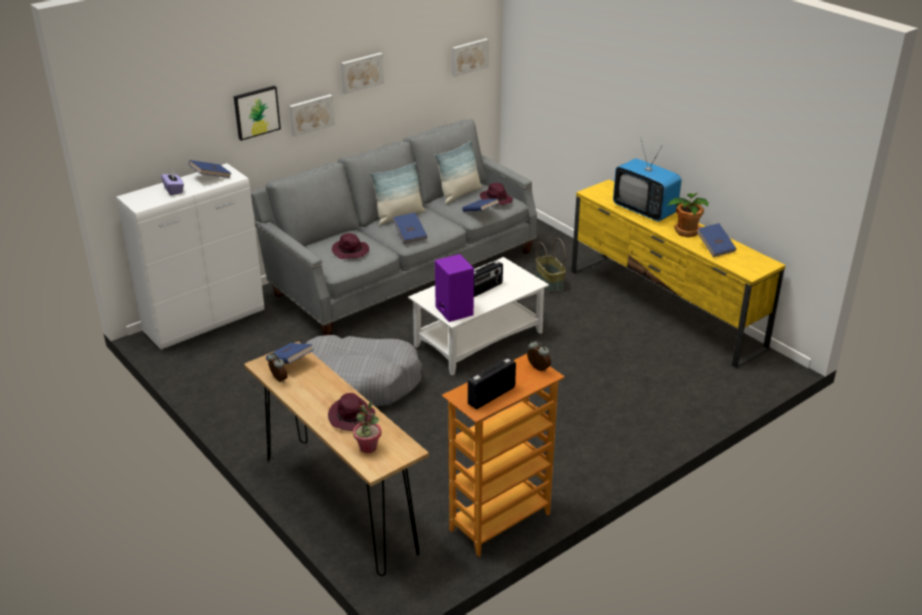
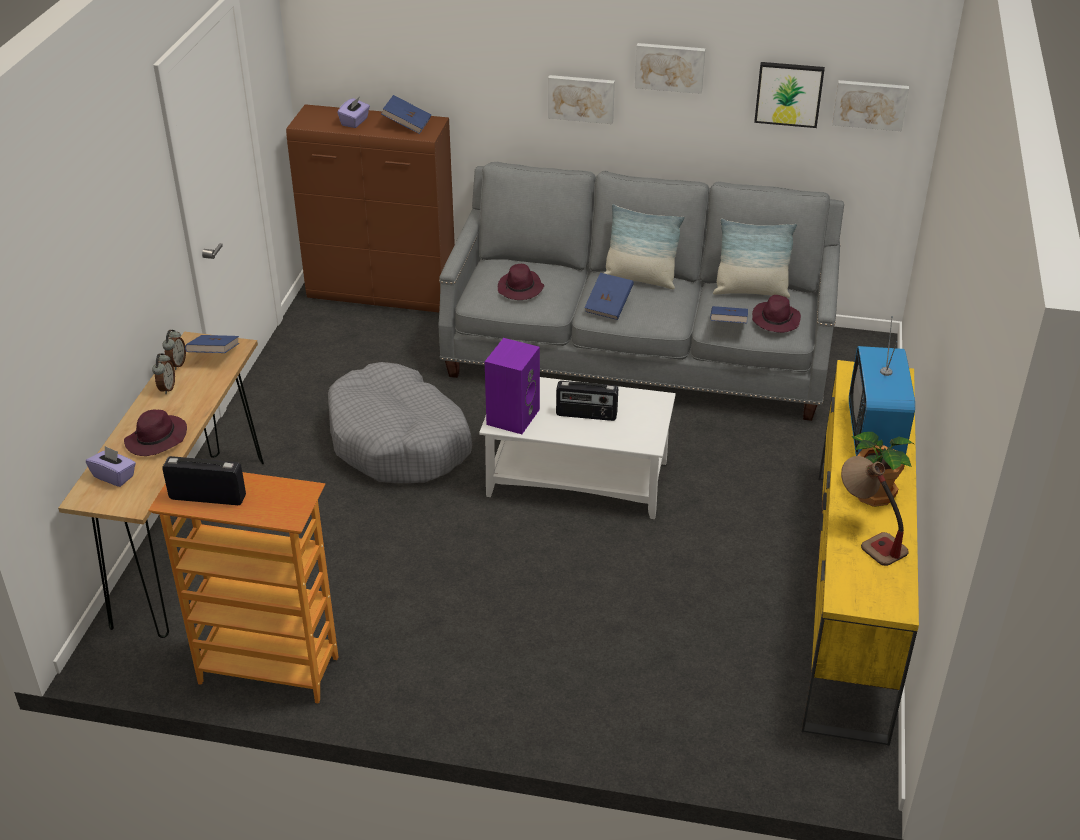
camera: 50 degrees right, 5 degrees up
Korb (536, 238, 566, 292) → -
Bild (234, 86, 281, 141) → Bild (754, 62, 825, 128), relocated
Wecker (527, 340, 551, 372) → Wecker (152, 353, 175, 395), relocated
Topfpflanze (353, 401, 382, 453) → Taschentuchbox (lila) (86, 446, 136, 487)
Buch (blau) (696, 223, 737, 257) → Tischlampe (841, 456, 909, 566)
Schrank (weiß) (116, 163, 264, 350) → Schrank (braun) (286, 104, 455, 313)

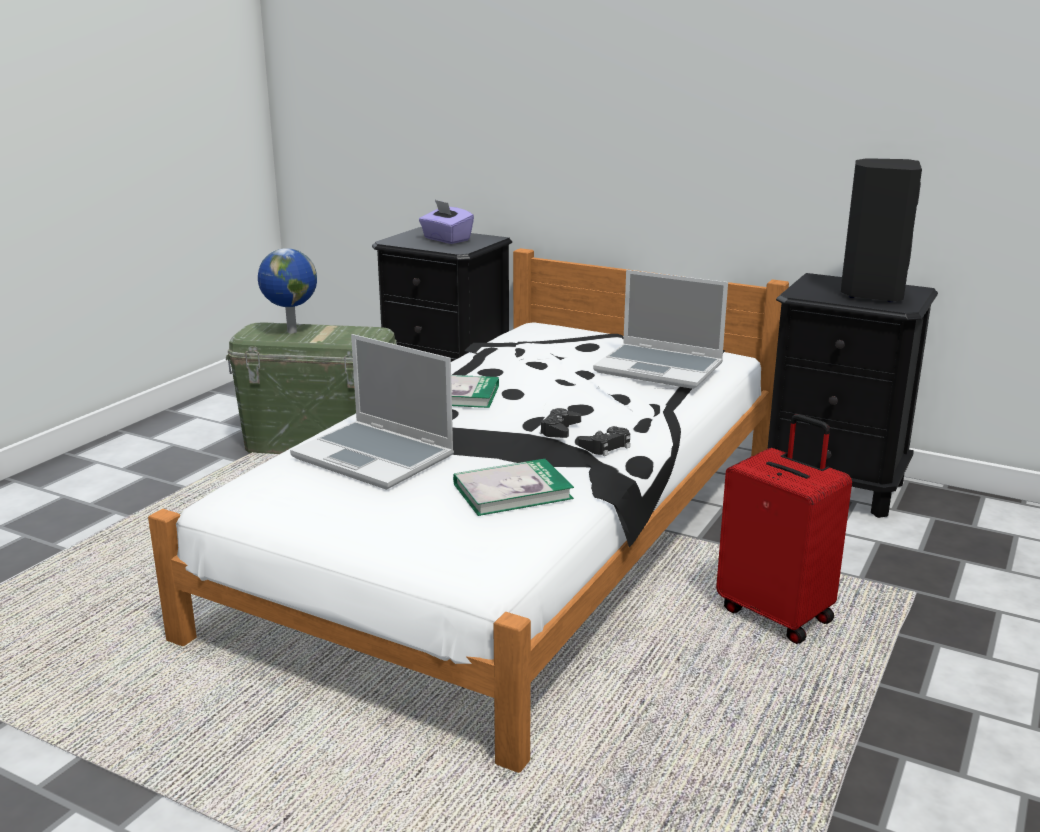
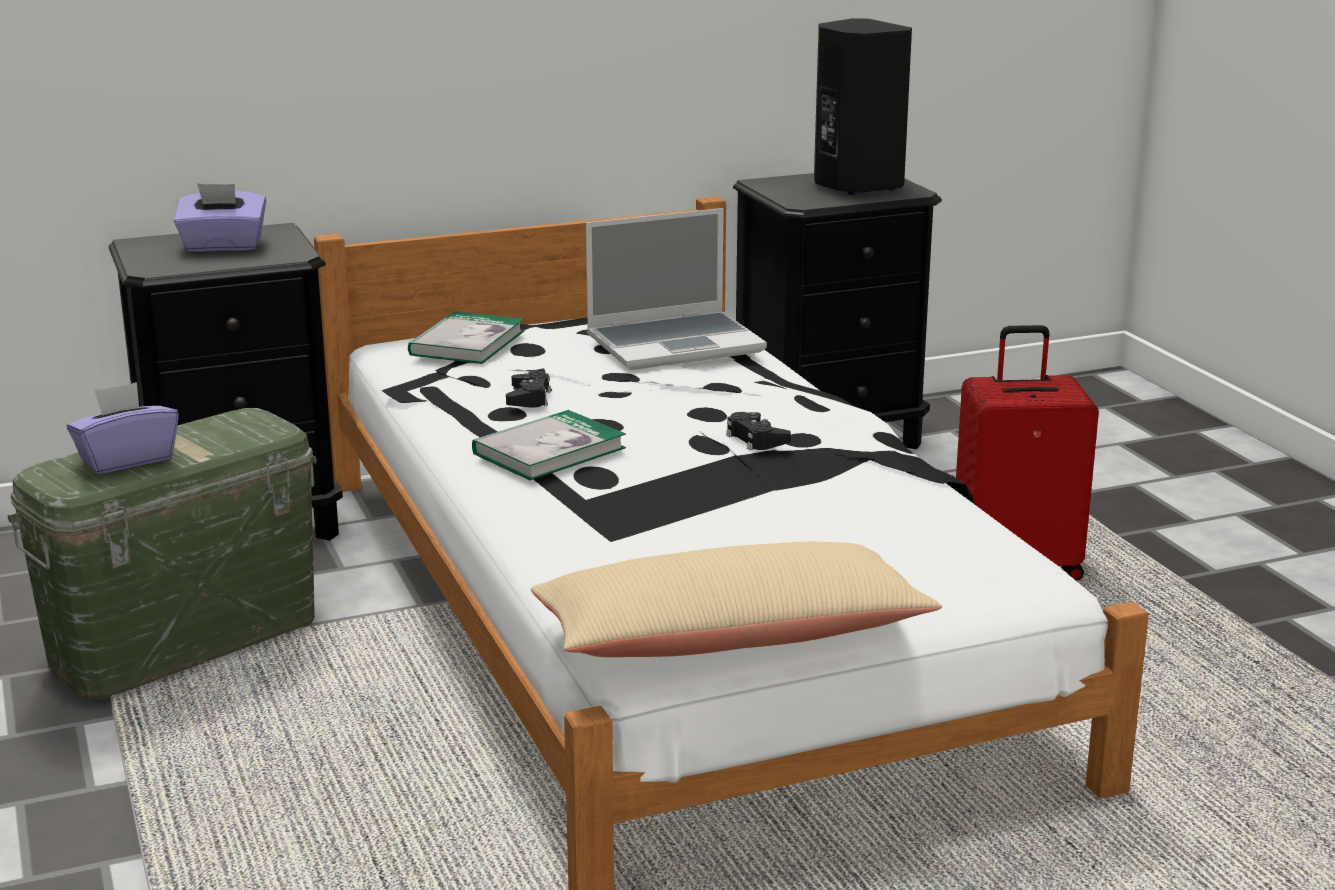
camera: 50 degrees left, 0 degrees up
Laptop (290, 334, 454, 490) → -
- → Kissen (beige) (531, 541, 942, 657)
Buch (453, 459, 574, 516) → Buch (408, 311, 524, 364), relocated
Gamepad (schwarz) (578, 426, 630, 456) → Gamepad (schwarz) (506, 371, 551, 408), relocated
Globus (258, 248, 317, 333) → Taschentuchbox (lila) (67, 382, 179, 474)

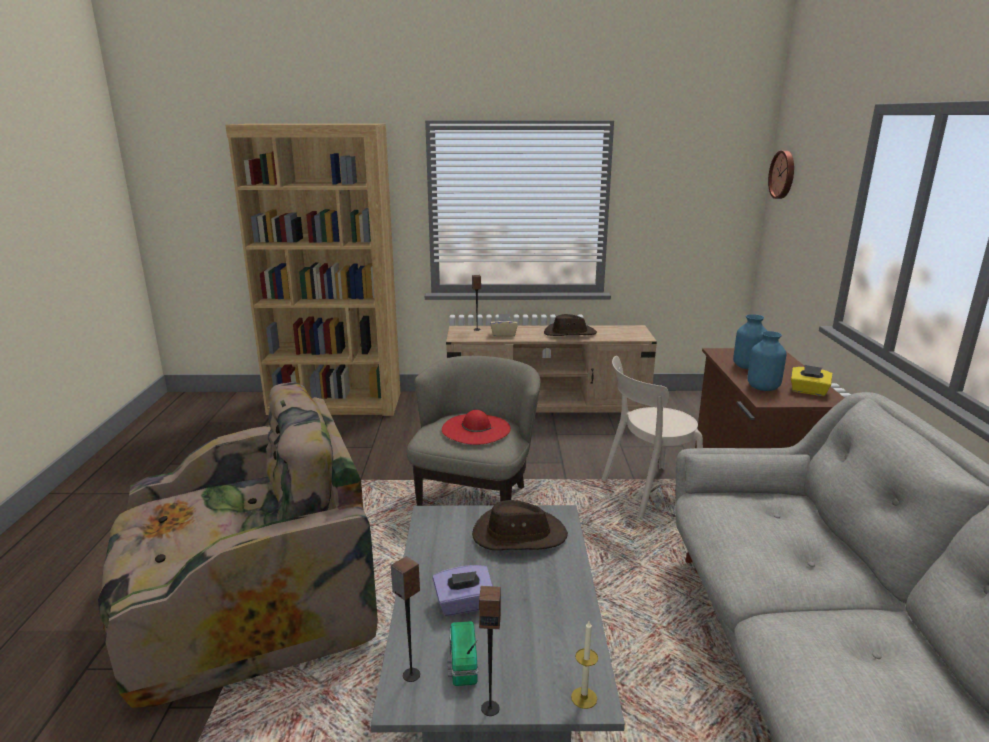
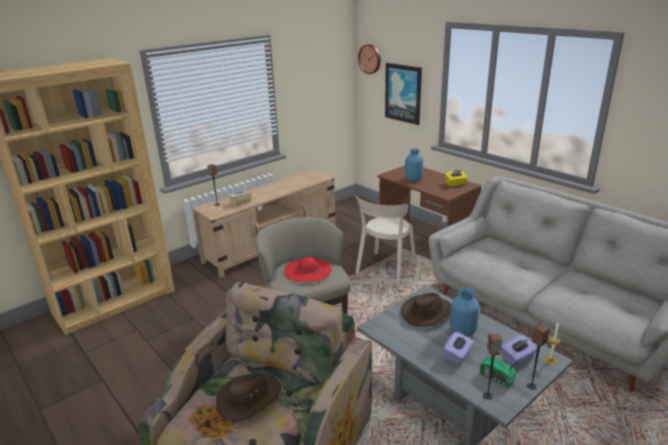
camera: 40 degrees left, 5 degrees up
- → Bild (385, 63, 422, 125)
- → Taschentuchbox (lila) (501, 335, 537, 368)
Hut (braun) (544, 314, 597, 336) → Hut (braun) (216, 374, 281, 421), relocated
Vase (blau) (747, 331, 786, 391) → Vase (blau) (450, 288, 480, 336), relocated

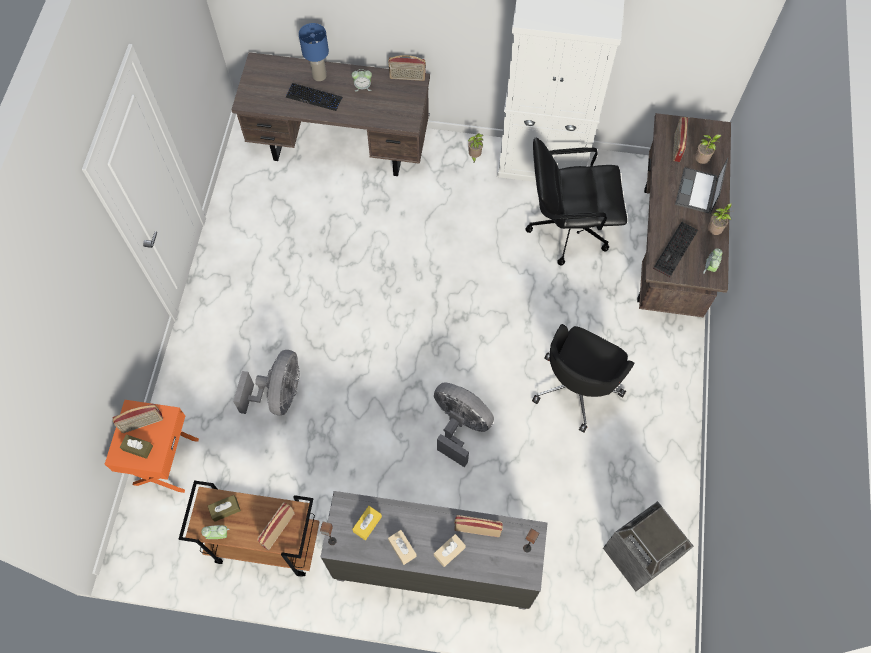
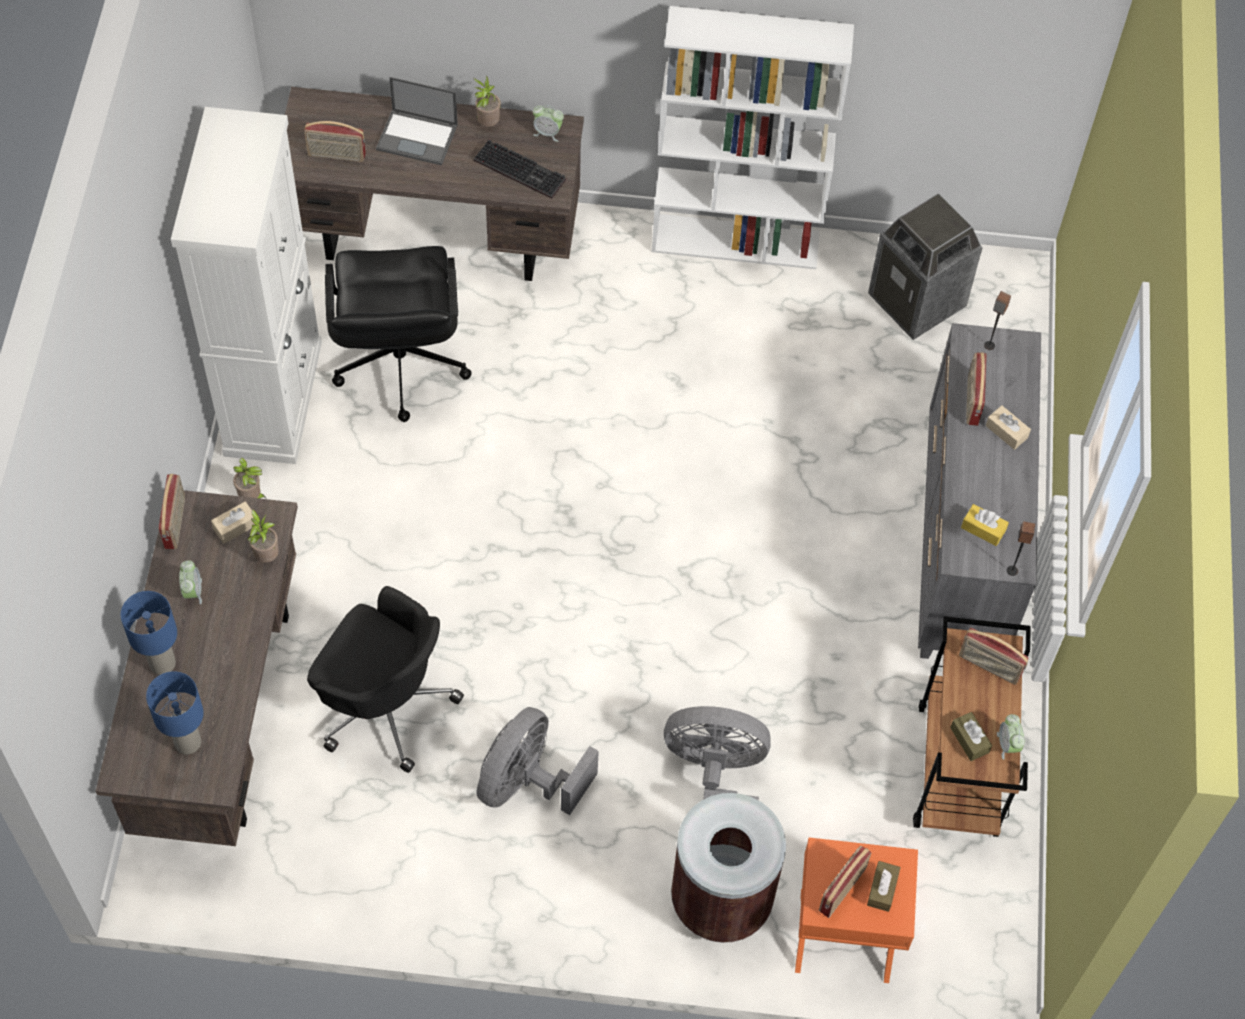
camera: 95 degrees left, 5 degrees down
Tastatur (286, 83, 343, 111) → -
- → Tischlampe (blau) (146, 671, 204, 754)
- → Bücherregal (weiß) (652, 6, 854, 269)
- → Mülleimer (braun) (671, 793, 786, 943)
Taschentuchbox (beige) (388, 530, 417, 565) → Taschentuchbox (beige) (211, 501, 255, 544), relocated
Ventilator (grau) (434, 382, 494, 467) → Ventilator (grau) (477, 707, 599, 815), relocated
Bürostuhl (schwarz) (532, 324, 634, 433) → Bürostuhl (schwarz) (307, 586, 464, 773), relocated
Topfpflanze (695, 134, 722, 164) → Topfpflanze (247, 509, 279, 563), relocated
Radio (112, 404, 163, 433) → Radio (819, 846, 872, 918), 120 degrees counterclockwise

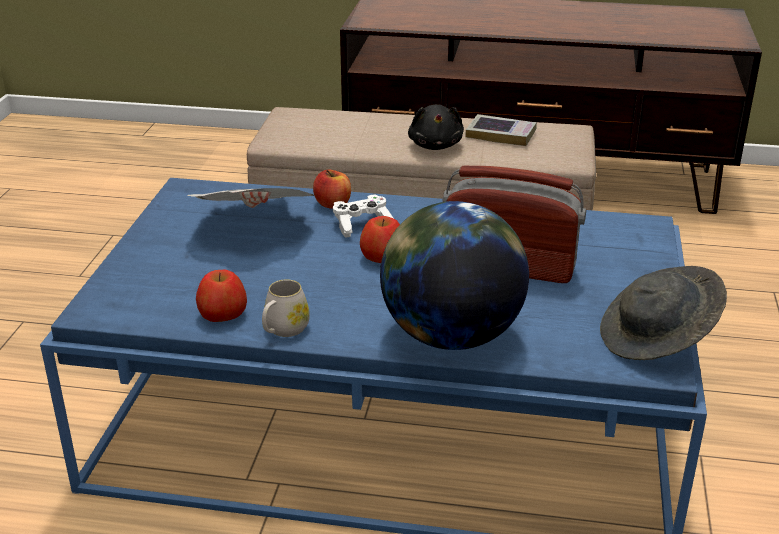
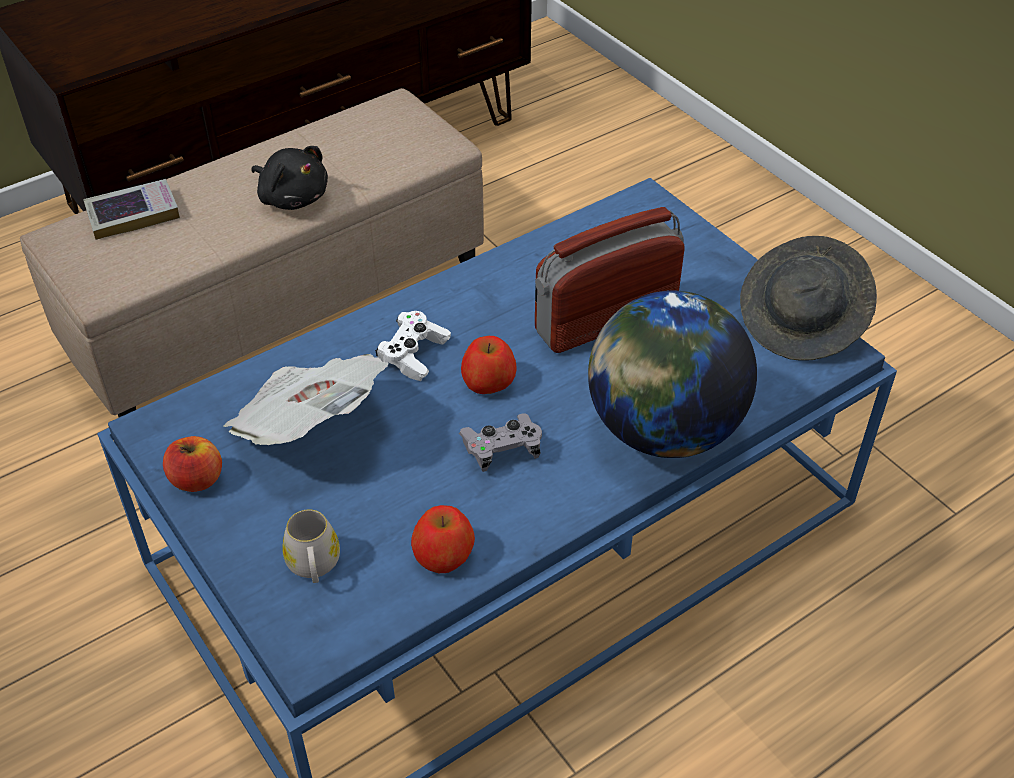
camera: 45 degrees left, 15 degrees up
- → Gamepad (grau) (459, 413, 542, 472)
Henkelbecher (weiß) (262, 279, 310, 337) → Henkelbecher (weiß) (282, 509, 340, 583), relocated
Apfel (313, 170, 351, 209) → Apfel (163, 436, 222, 492), relocated
Buch (466, 114, 537, 146) → Buch (83, 179, 180, 240), relocated

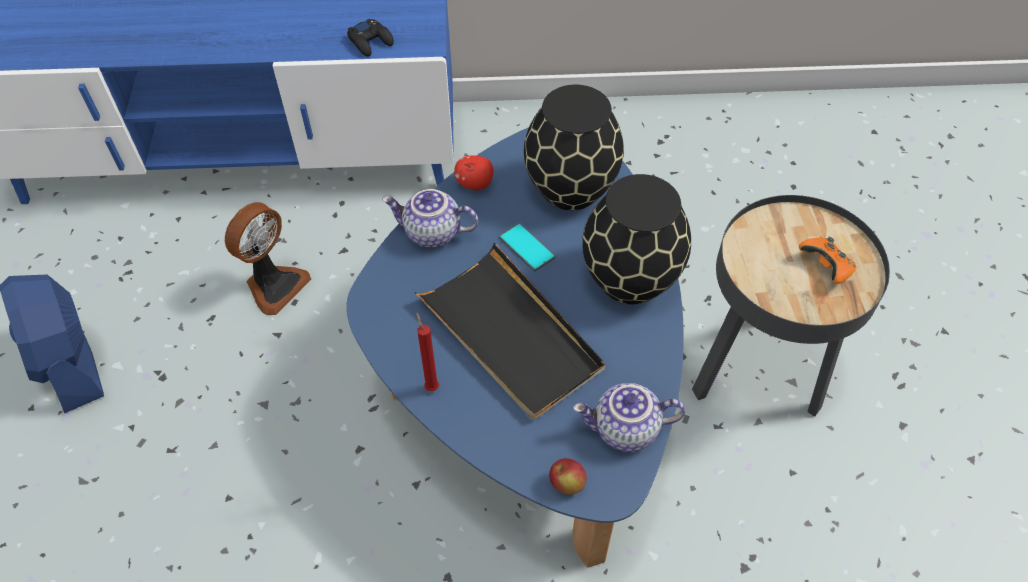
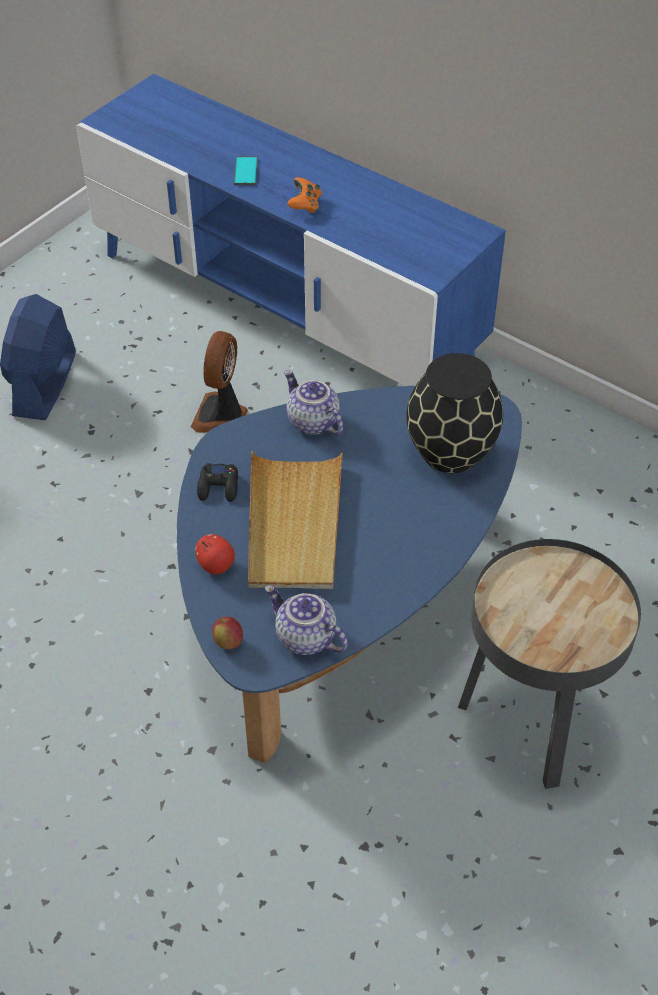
camera: 40 degrees right, 5 degrees down
Kerze (rot) (416, 313, 439, 392) → -
Vase (schwarz) (582, 174, 691, 304) → -
Gamepad (schwarz) (347, 19, 394, 57) → Gamepad (schwarz) (197, 463, 238, 502), relocated
Apfel (454, 156, 494, 190) → Apfel (195, 534, 235, 574), relocated
Handy (499, 223, 555, 271) → Handy (234, 156, 258, 185), relocated
Gamepad (orange) (799, 237, 856, 284) → Gamepad (orange) (287, 177, 322, 214), relocated
Tablett (schwarz) (415, 243, 606, 420) → Tablett (beige) (248, 451, 343, 589)
Ventilator (225, 202, 311, 315) → Ventilator (191, 331, 248, 433), 120 degrees clockwise

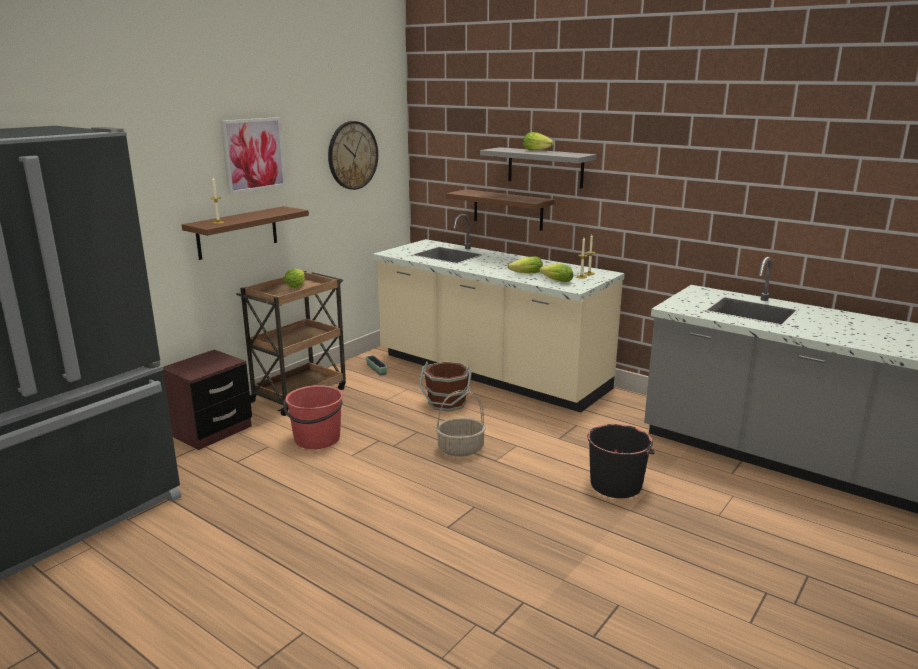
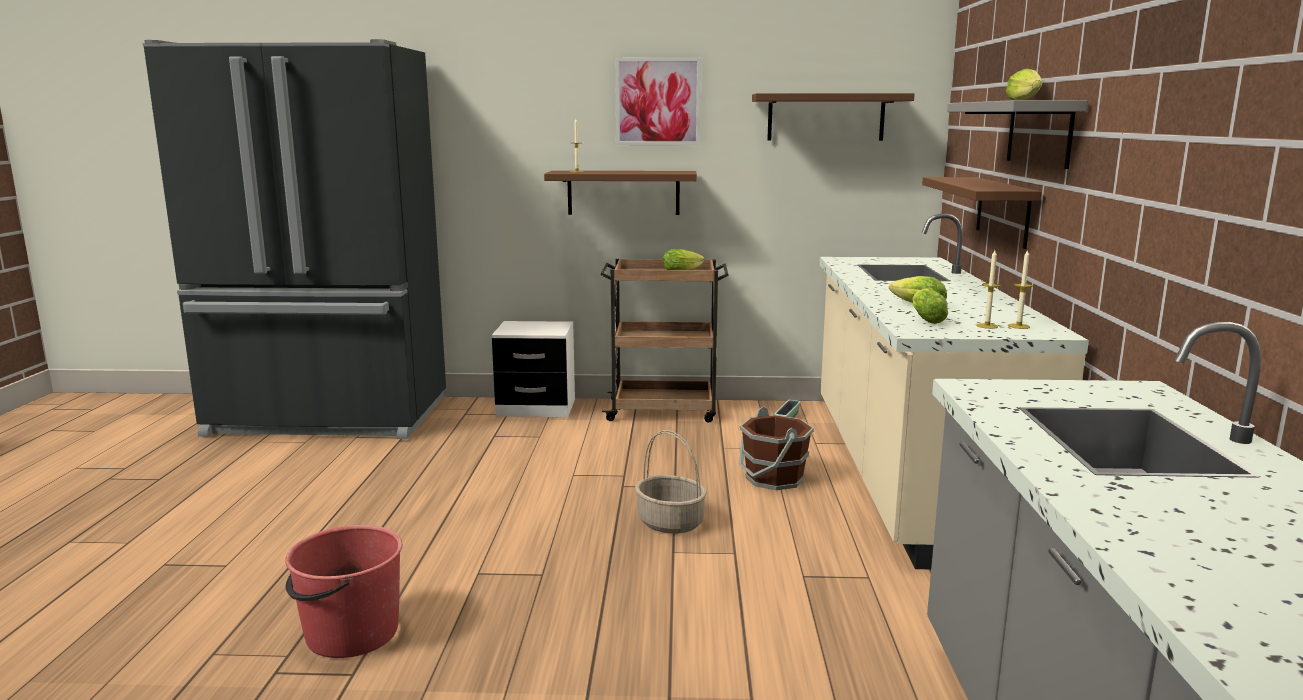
camera: 55 degrees right, 5 degrees down
Eimer (schwarz) (587, 424, 655, 498) → -
Eimer (rot) (283, 385, 343, 449) → Eimer (rot) (285, 525, 402, 658), relocated
Wanduhr (328, 121, 378, 190) → Wandregal (braun) (752, 93, 915, 141)
Nachttisch (braun) (163, 350, 252, 450) → Nachttisch (weiß) (492, 321, 575, 417)

